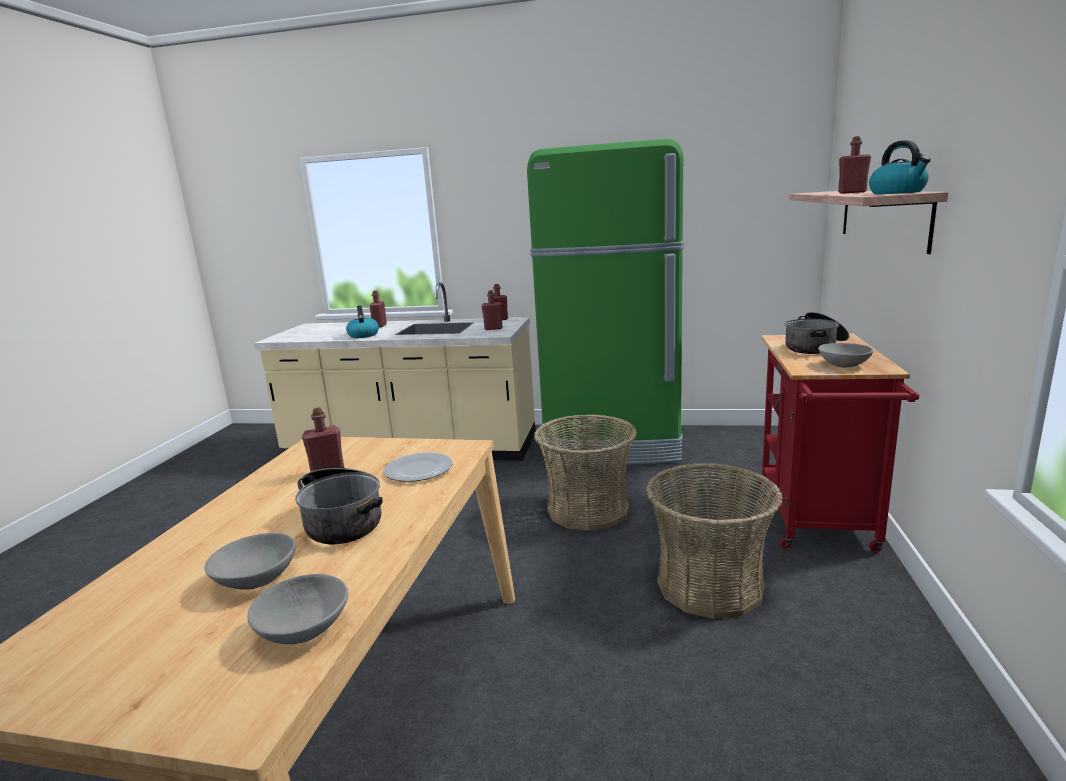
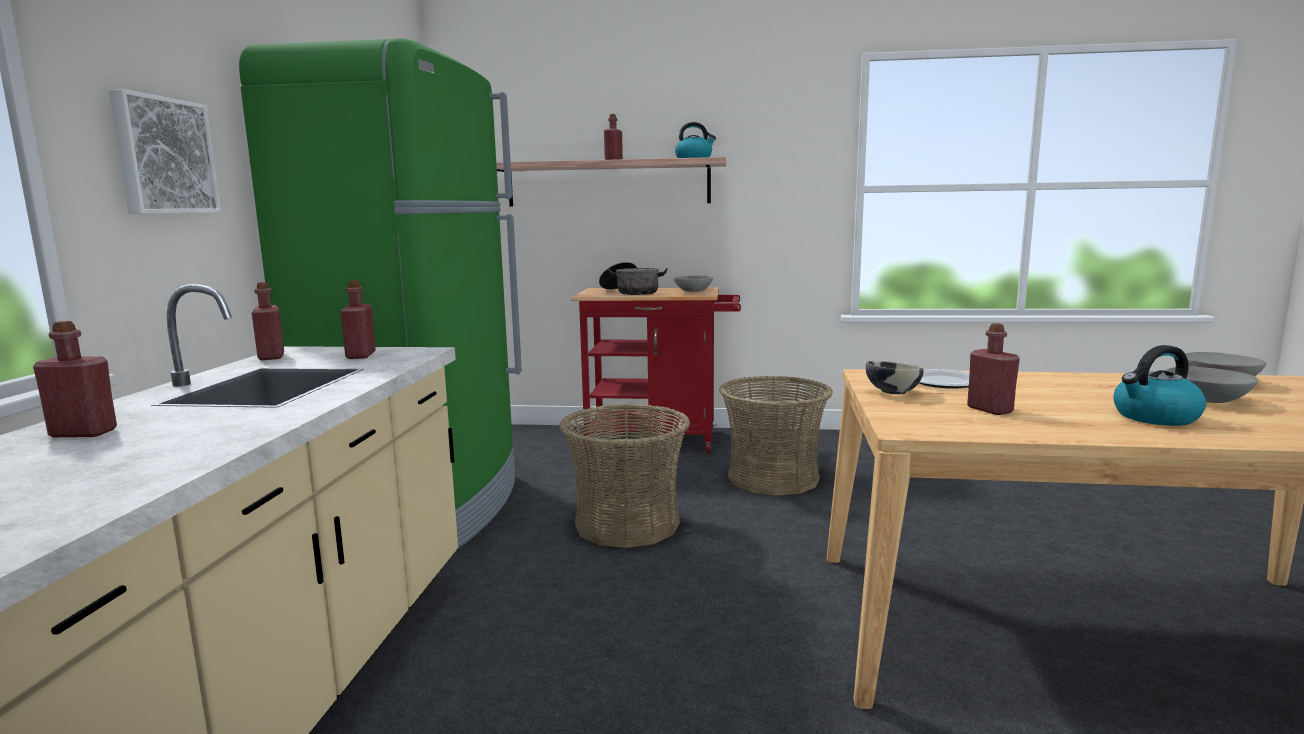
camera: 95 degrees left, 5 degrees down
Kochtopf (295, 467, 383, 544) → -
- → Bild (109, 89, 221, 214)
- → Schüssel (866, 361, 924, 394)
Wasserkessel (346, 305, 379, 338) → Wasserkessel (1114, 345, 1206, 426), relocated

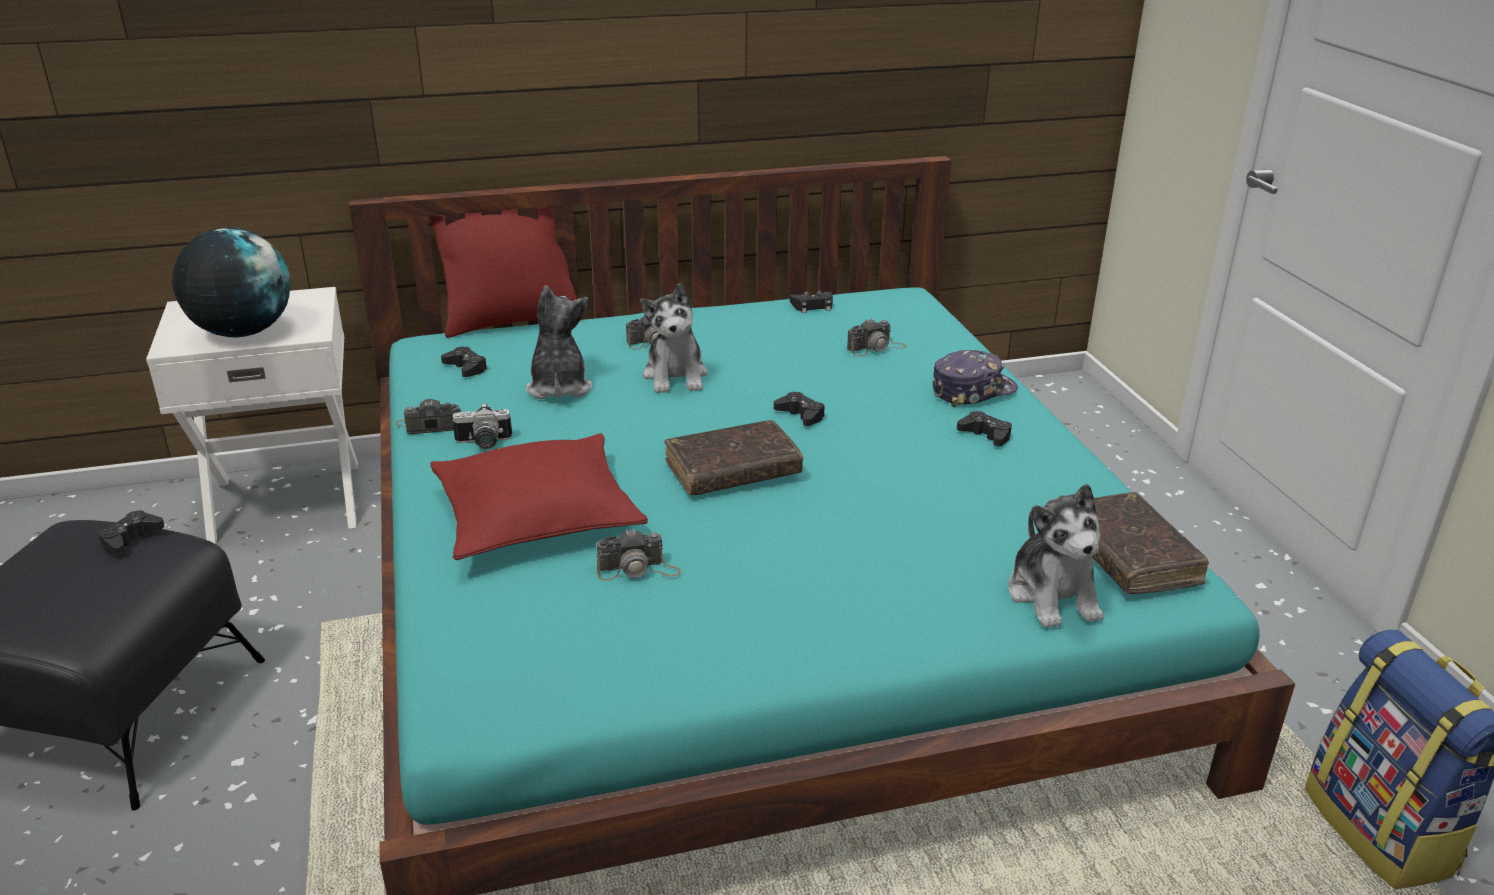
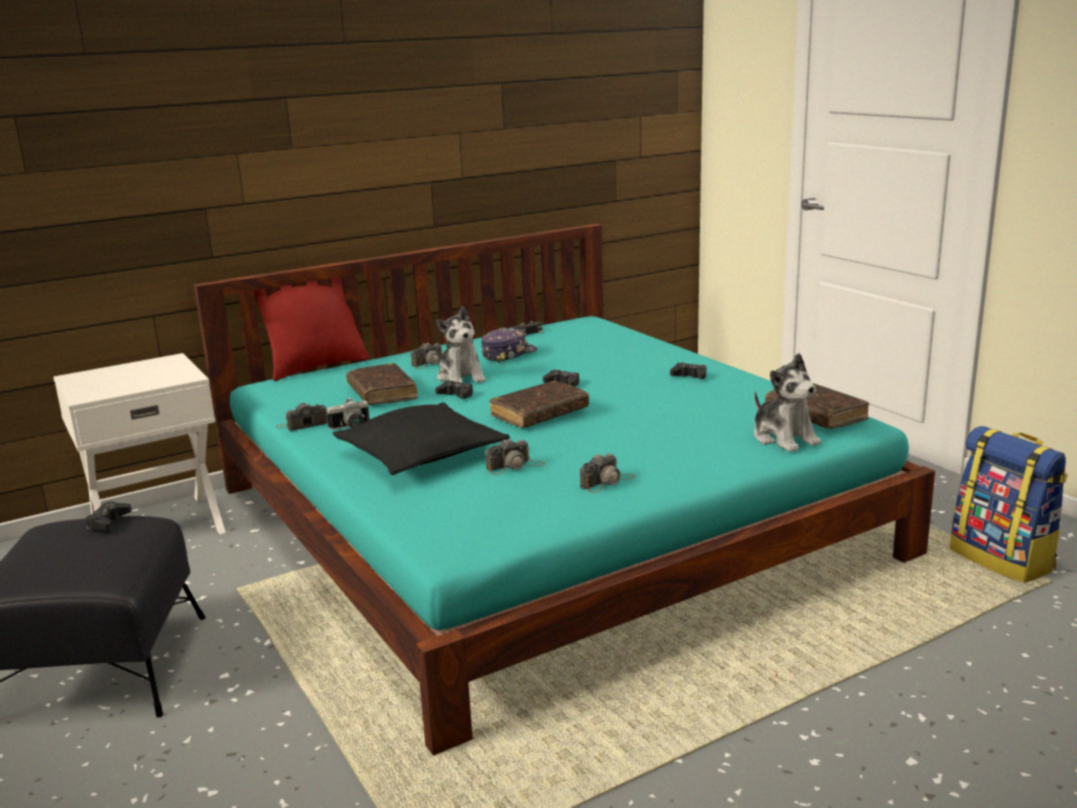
camera: 15 degrees left, 10 degrees down
Globus (172, 227, 290, 337) → -
Gamepad (schwarz) (441, 347, 488, 377) → Gamepad (schwarz) (435, 380, 473, 399), relocated
Kamera (847, 319, 907, 356) → Kamera (580, 453, 636, 493), relocated
Kappe (932, 350, 1018, 407) → Kappe (481, 327, 538, 363), relocated
Plüschtier (526, 285, 593, 399) → Buch (braun) (346, 363, 418, 405)
Kissen (rot) (430, 433, 648, 560) → Kissen (schwarz) (333, 402, 510, 475)

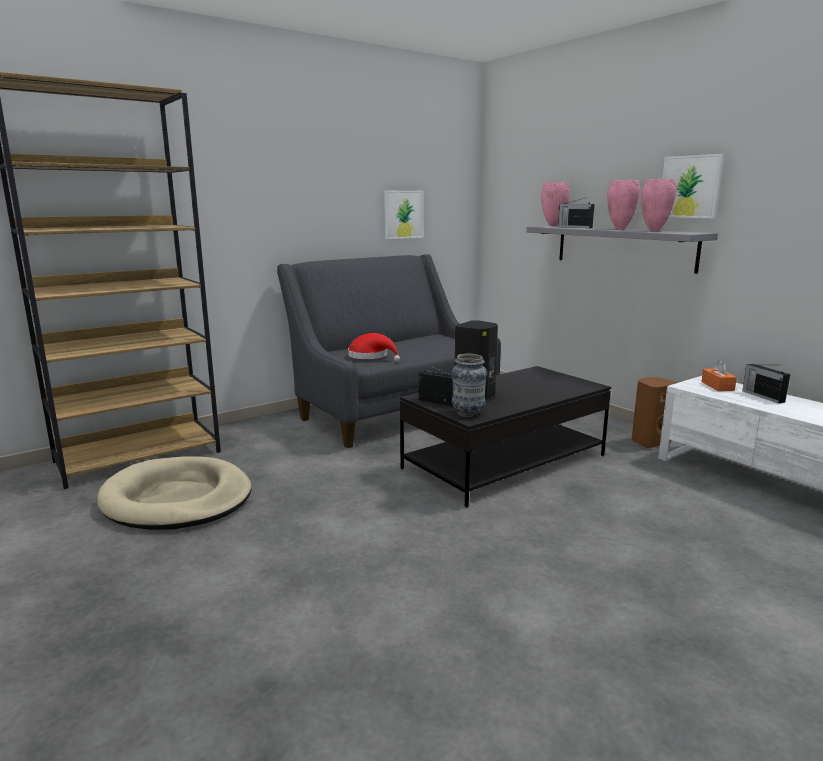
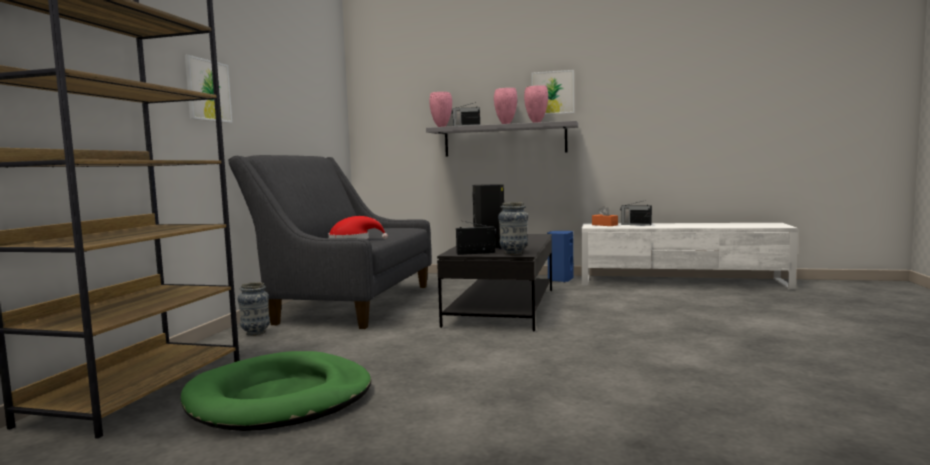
camera: 40 degrees left, 10 degrees down
- → Vase (238, 282, 270, 336)
Bild (384, 191, 424, 239) → Bild (185, 55, 232, 123), relocated
Hundebett (beige) (97, 456, 252, 530) → Hundebett (grün) (181, 351, 371, 431)
Lautsprecher (braun) (632, 377, 677, 448) → Lautsprecher (blau) (547, 231, 573, 283)

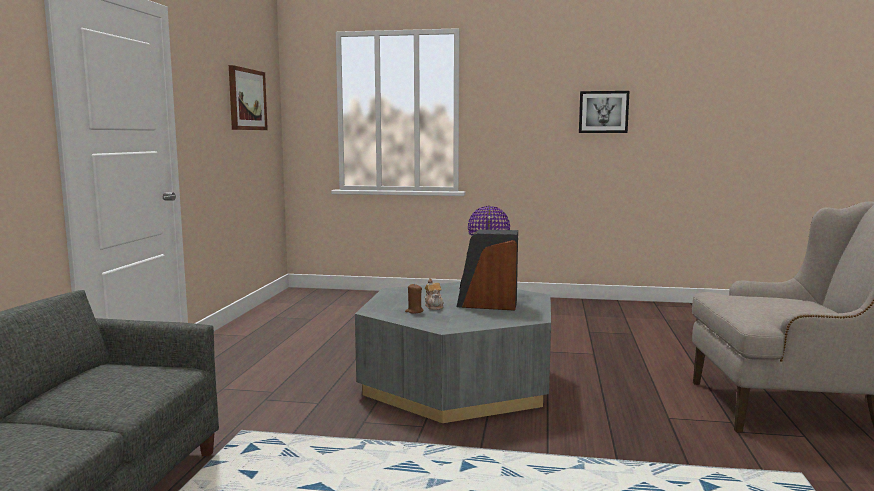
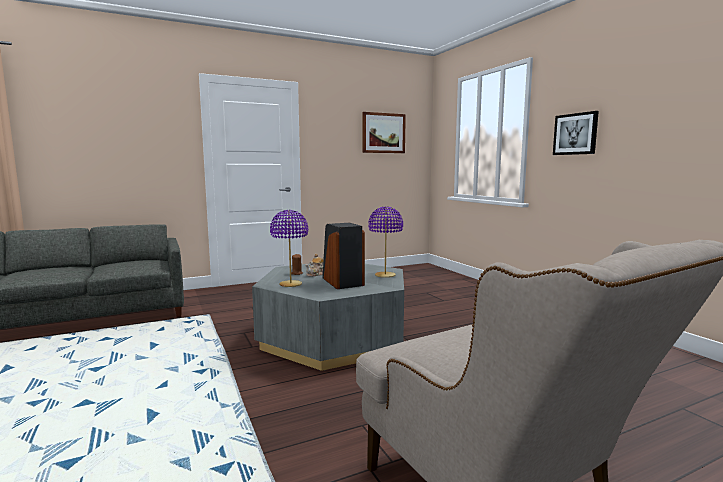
camera: 55 degrees right, 0 degrees up
- → Tischlampe (lila) (270, 210, 308, 287)
Bild (579, 91, 629, 133) → Bild (553, 111, 599, 155), relocated

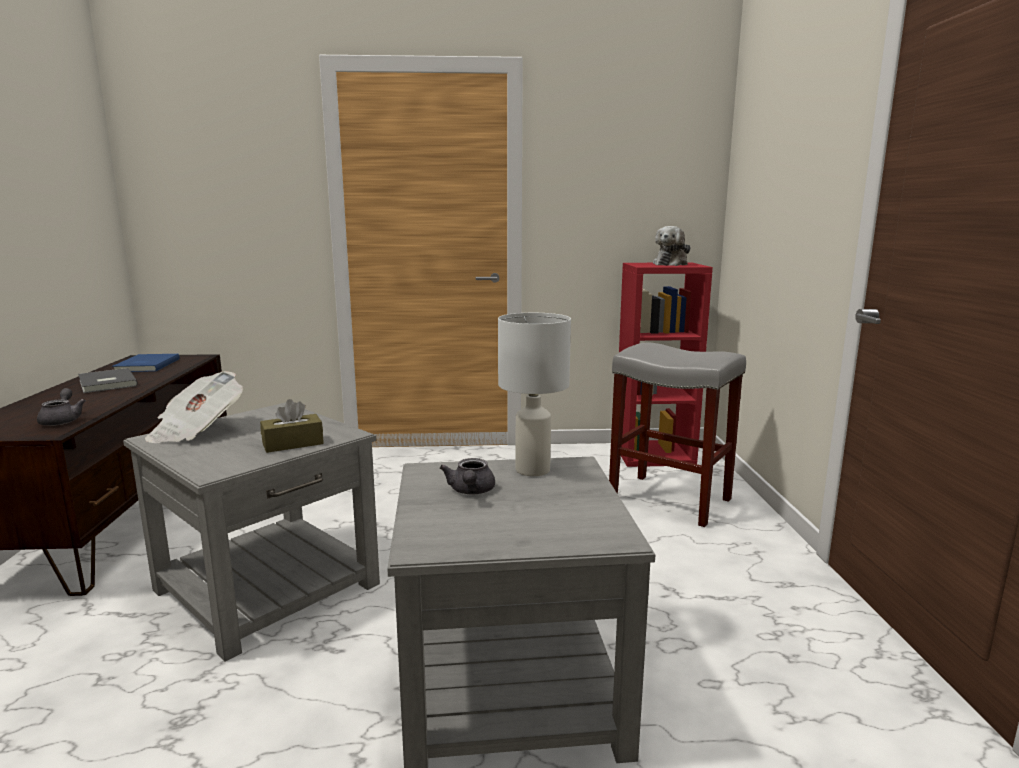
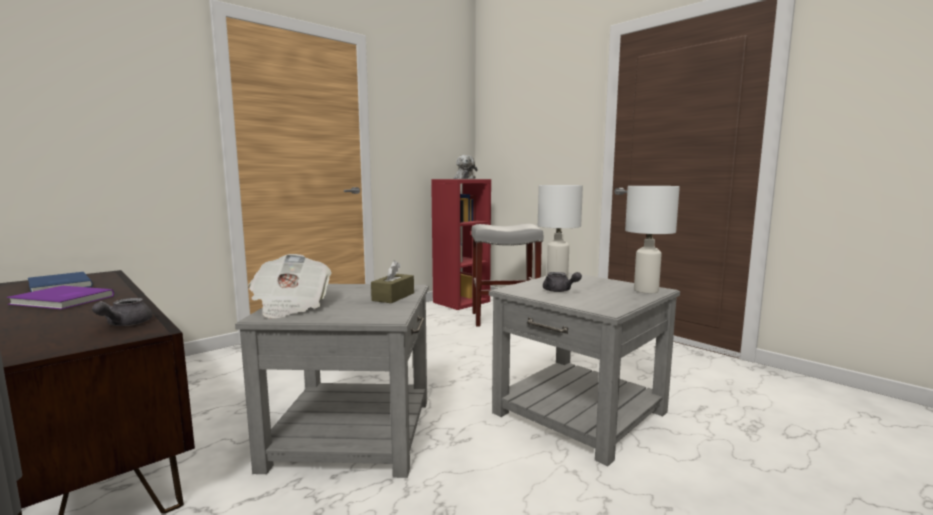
camera: 40 degrees left, 5 degrees down
- → Tischlampe (weiß) (625, 186, 680, 293)
Buch (grau) (78, 368, 138, 393) → Buch (lila) (7, 286, 114, 309)
Teekanne (grau) (37, 388, 86, 426) → Teekanne (grau) (92, 298, 152, 326), 120 degrees counterclockwise

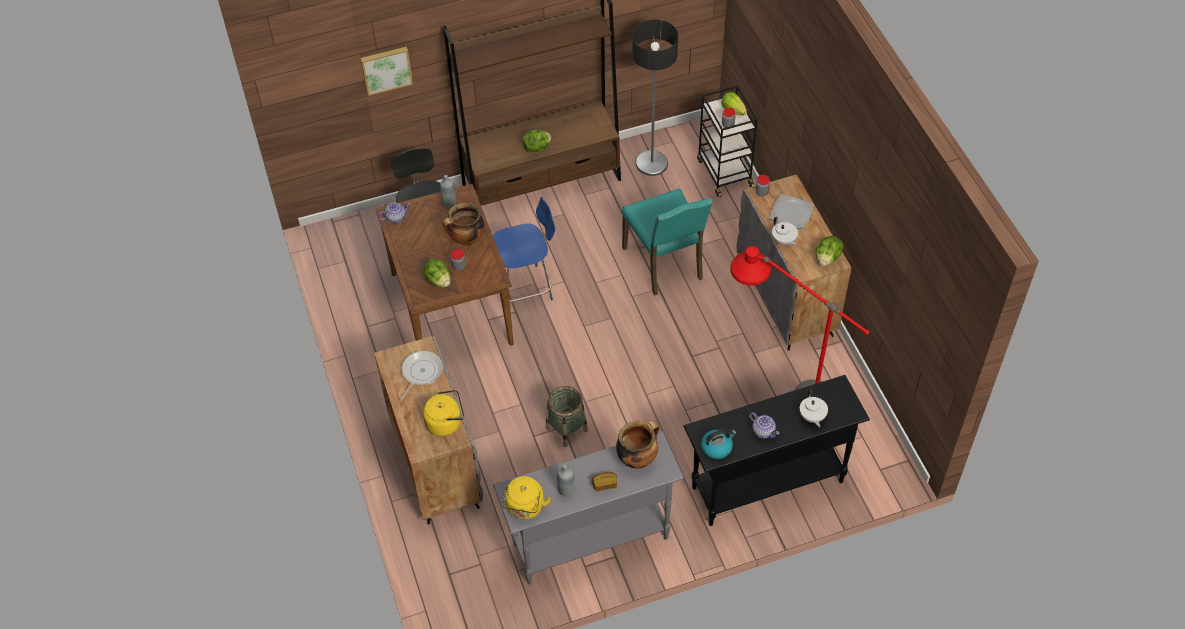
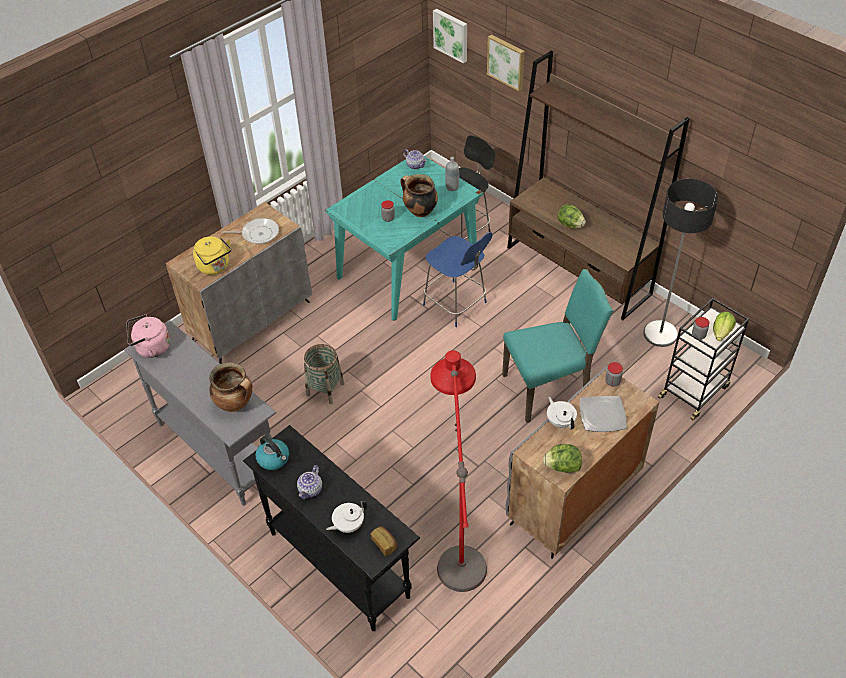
camera: 65 degrees right, 5 degrees down
Salatkopf (423, 258, 450, 287) → -
Flasche (grau) (557, 465, 575, 497) → -
- → Bild (433, 9, 467, 63)
Brot (591, 472, 617, 491) → Brot (371, 526, 397, 556), relocated
Esstisch (braun) (376, 184, 514, 345) → Esstisch (türkis) (325, 155, 483, 321)
Wasserkessel (gelb) (501, 476, 551, 520) → Wasserkessel (rosa) (127, 314, 170, 358)
Stuhl (türkis) (622, 188, 713, 296) → Stuhl (türkis) (502, 269, 614, 423), 150 degrees counterclockwise
Teekanne (weiß) (772, 217, 798, 245) → Teekanne (weiß) (547, 397, 577, 430), 120 degrees clockwise

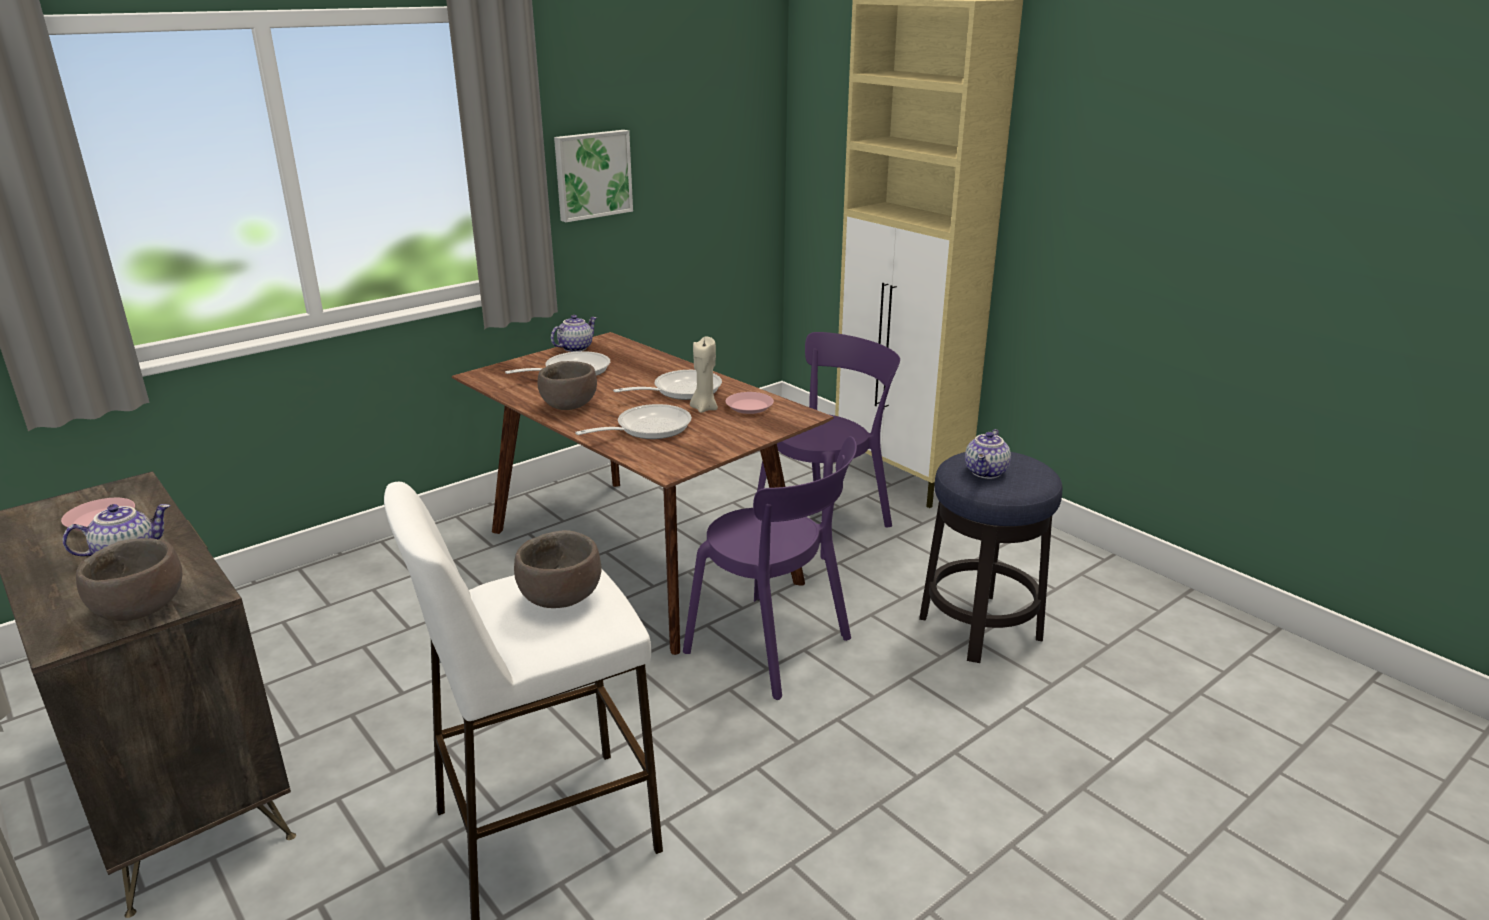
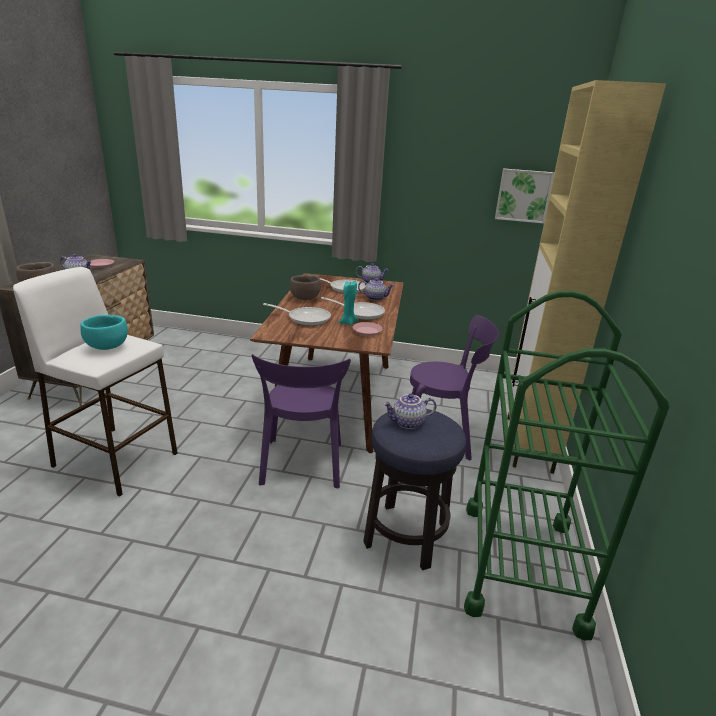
camera: 50 degrees right, 0 degrees up
- → Teekanne (358, 278, 394, 301)
- → Rollwagen (grün) (464, 291, 669, 641)
Bild (554, 130, 633, 222) → Bild (495, 168, 554, 224), relocated
Schüssel (braun) (514, 530, 602, 608) → Schüssel (türkis) (80, 315, 128, 350)
Kerze (beige) (690, 337, 718, 413) → Kerze (türkis) (339, 281, 359, 326)

